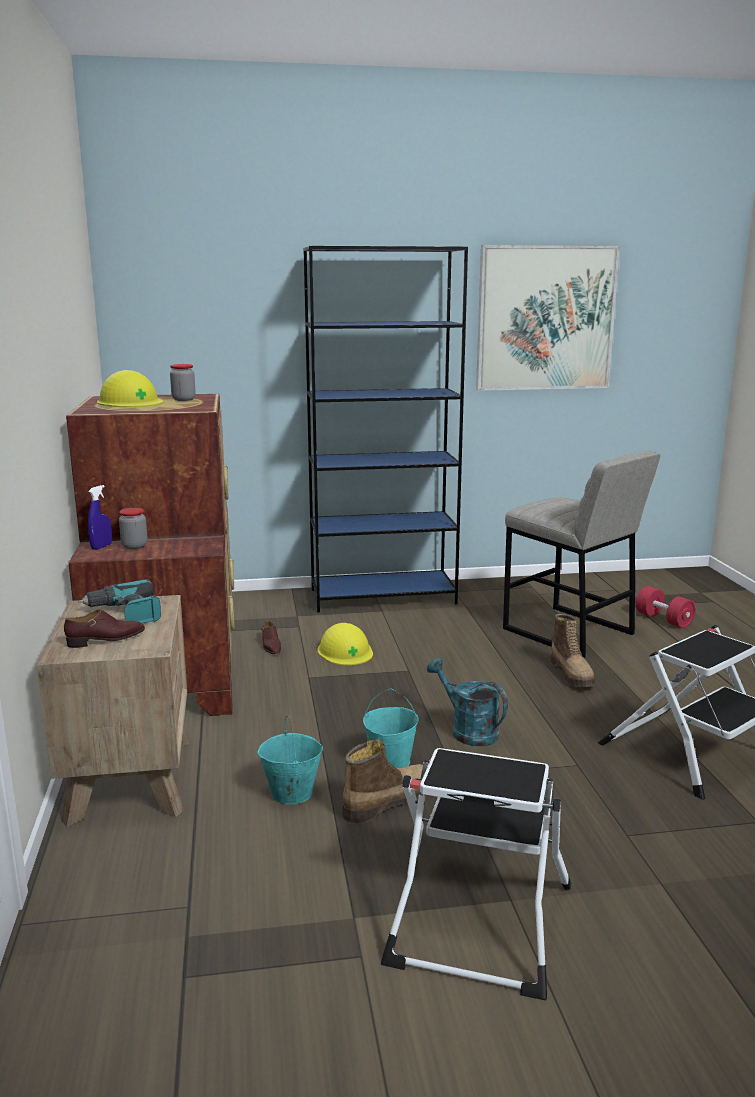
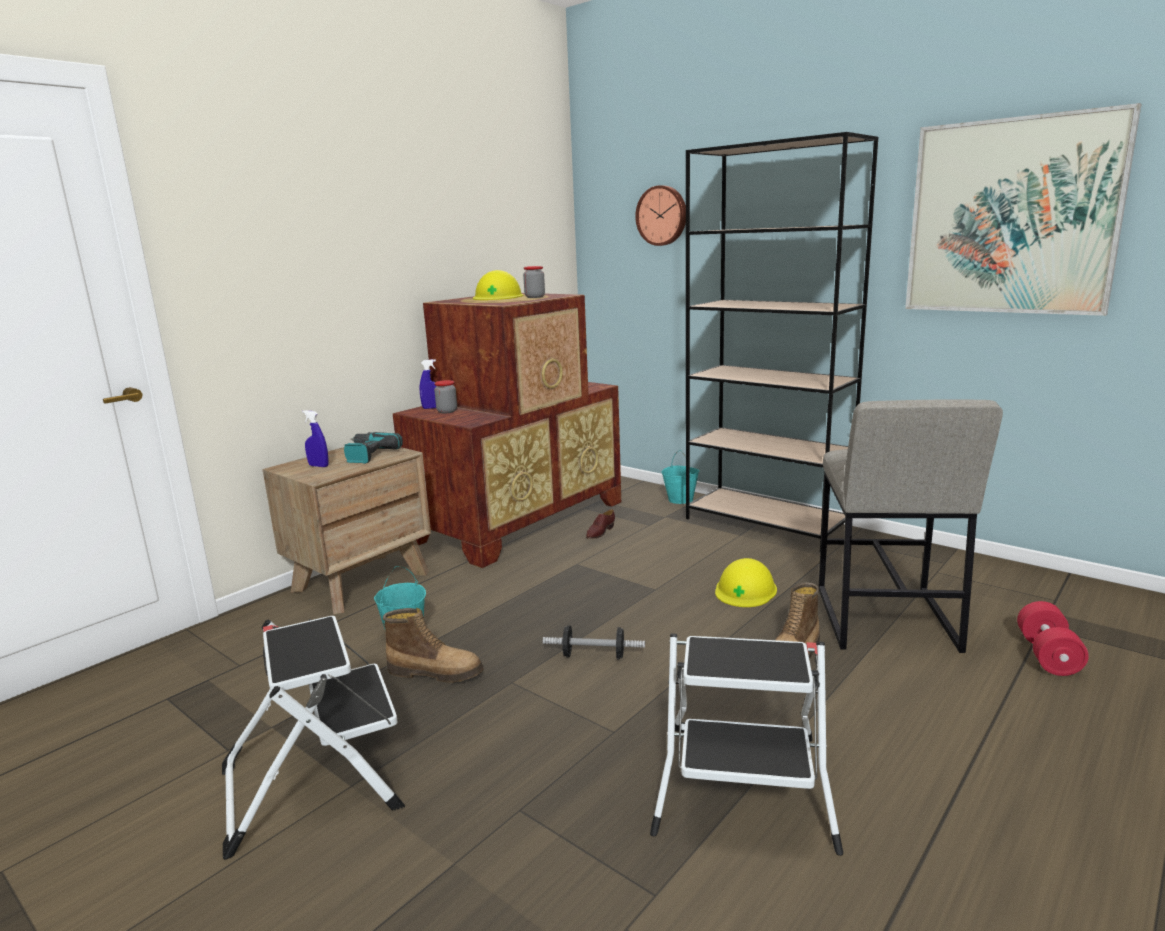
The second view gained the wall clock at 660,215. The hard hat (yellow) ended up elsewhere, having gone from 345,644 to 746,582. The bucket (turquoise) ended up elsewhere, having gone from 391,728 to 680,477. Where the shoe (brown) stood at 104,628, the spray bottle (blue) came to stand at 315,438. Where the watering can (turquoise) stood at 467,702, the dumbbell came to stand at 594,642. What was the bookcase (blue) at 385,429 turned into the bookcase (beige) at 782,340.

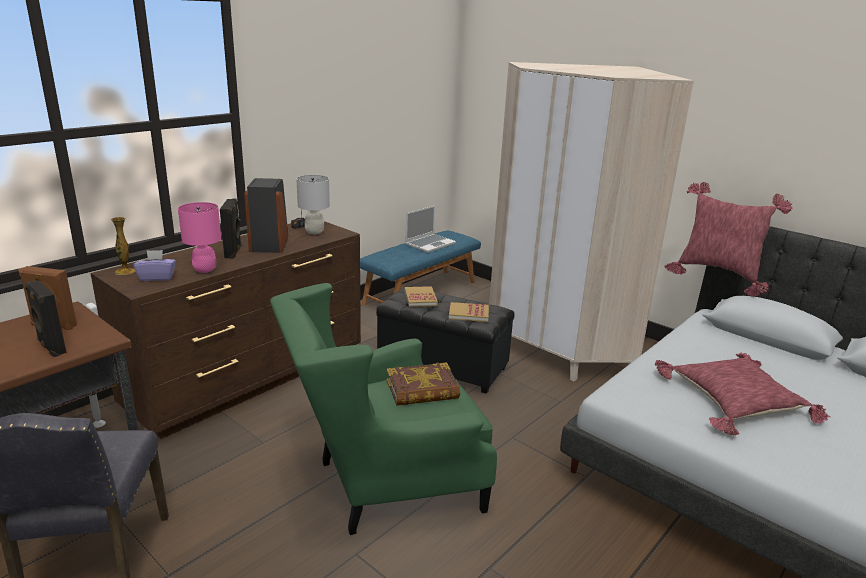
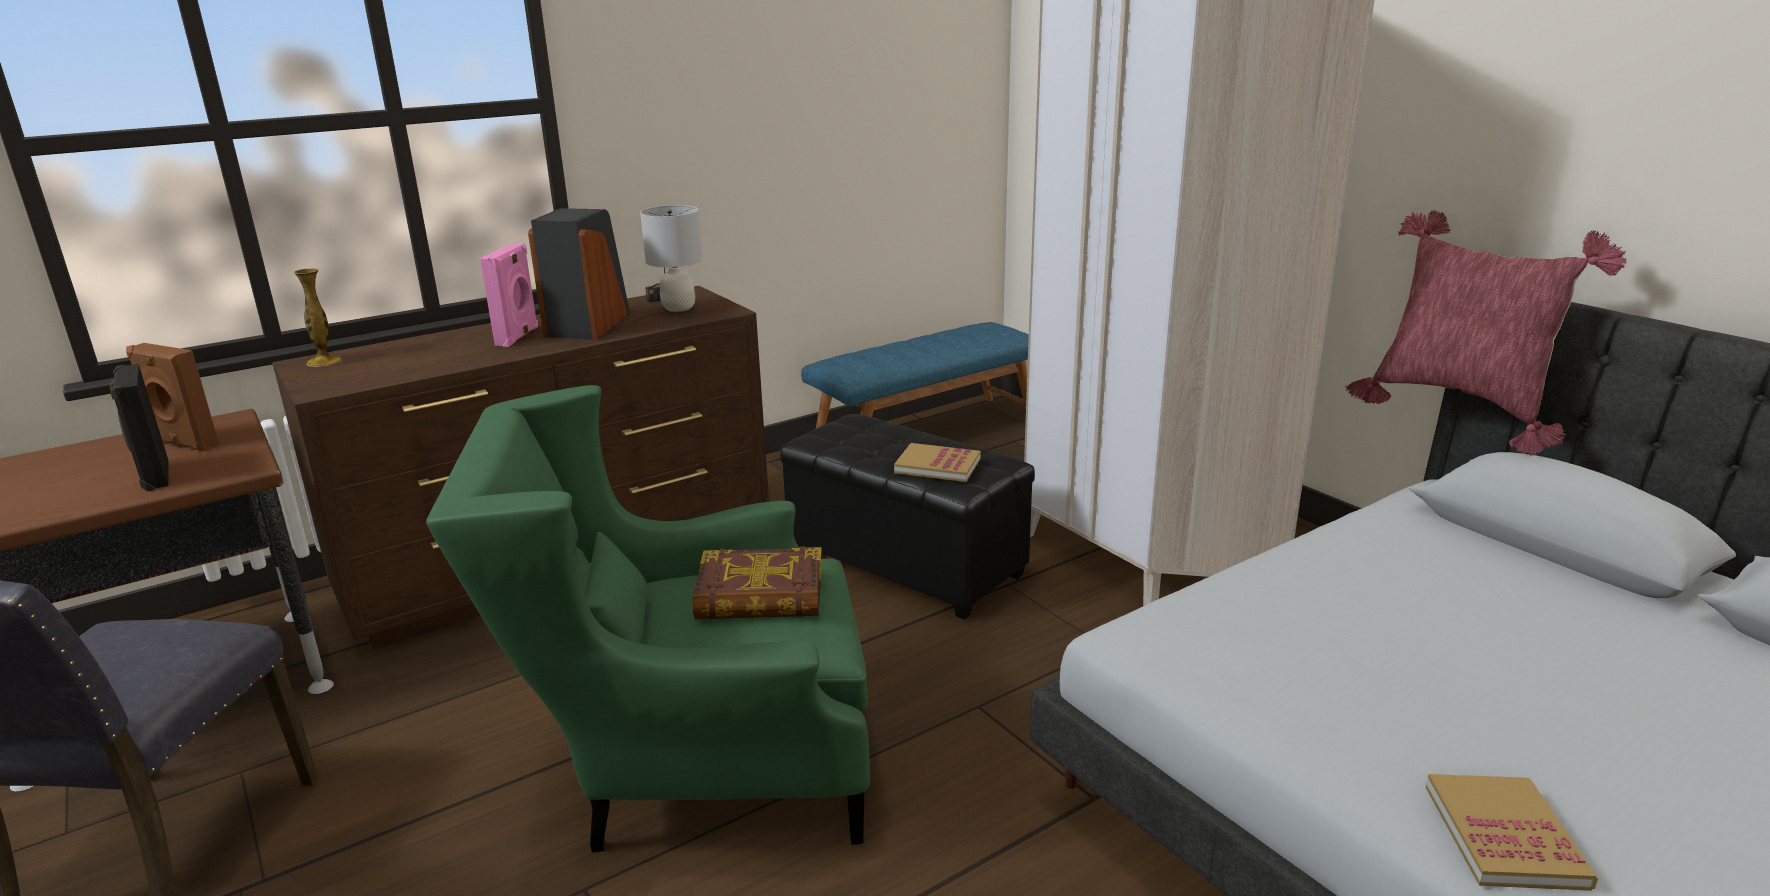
The second view lost the tissue box (purple) at 154,265. The second view lost the table lamp (pink) at 199,237. The second view lost the laptop at 430,229. The second view lost the pillow (red) at 742,394. The book ended up elsewhere, having gone from 421,296 to 1512,832. What was the speaker (black) at 231,229 turned into the speaker (pink) at 509,295.

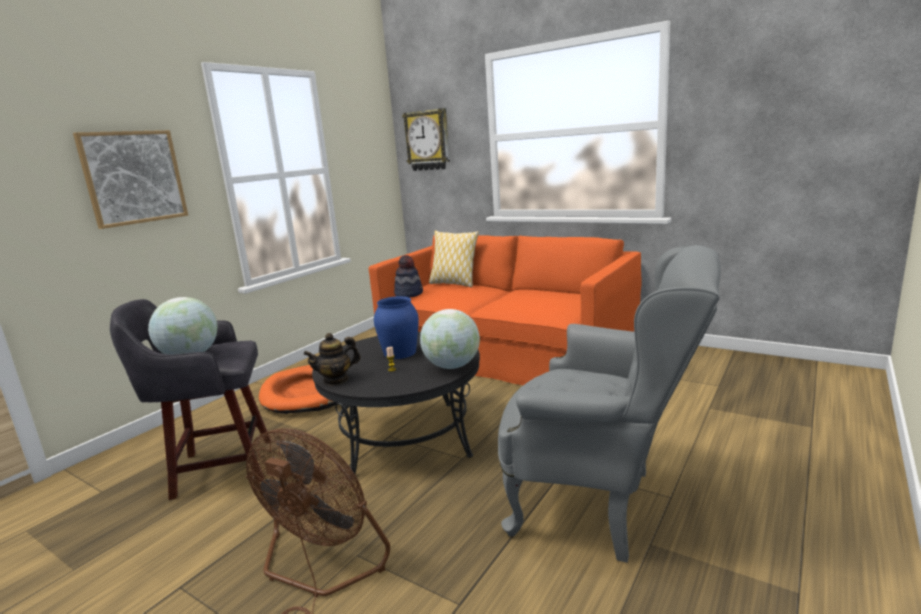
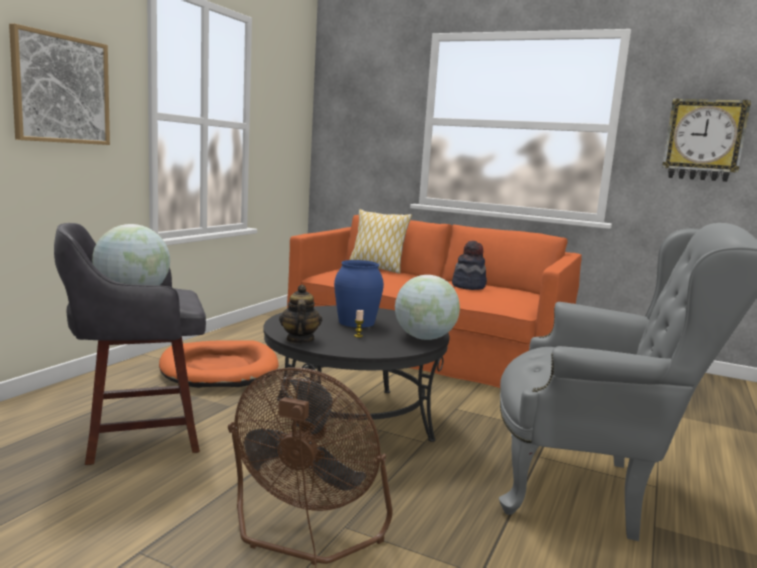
The hat ended up elsewhere, having gone from 408,276 to 469,265. The wall clock ended up elsewhere, having gone from 426,139 to 706,140. The teapot at 332,359 ended up facing another way, 120 degrees clockwise from before.

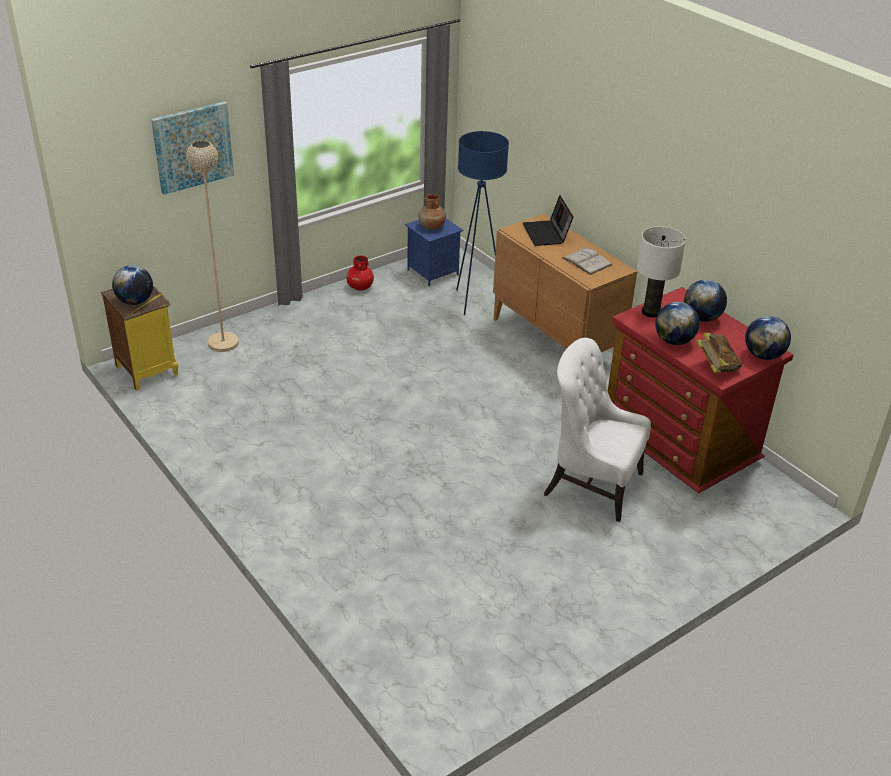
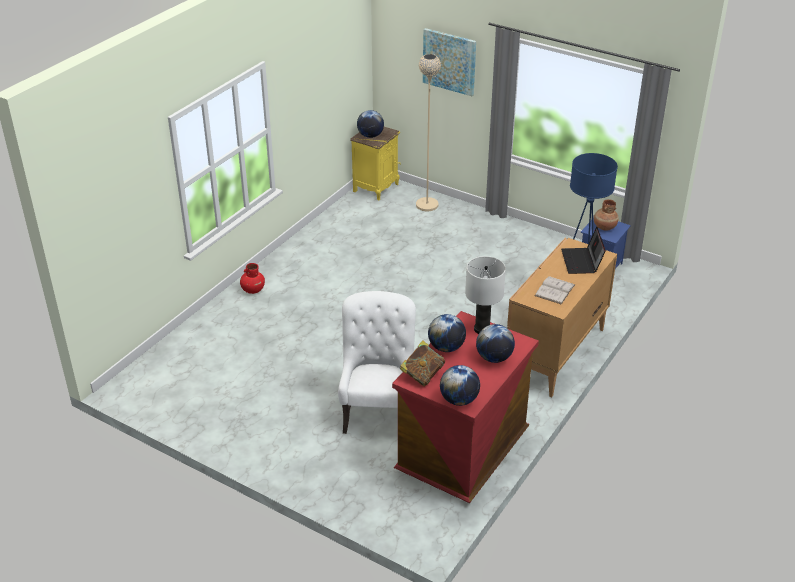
The vase (red) ended up elsewhere, having gone from 360,272 to 252,278. The laptop at 548,220 ended up facing another way, 60 degrees counterclockwise from before.

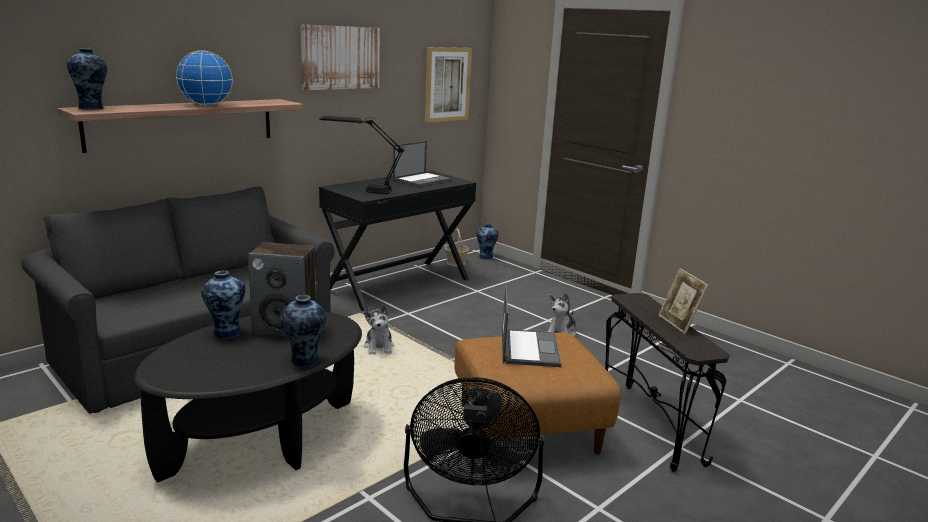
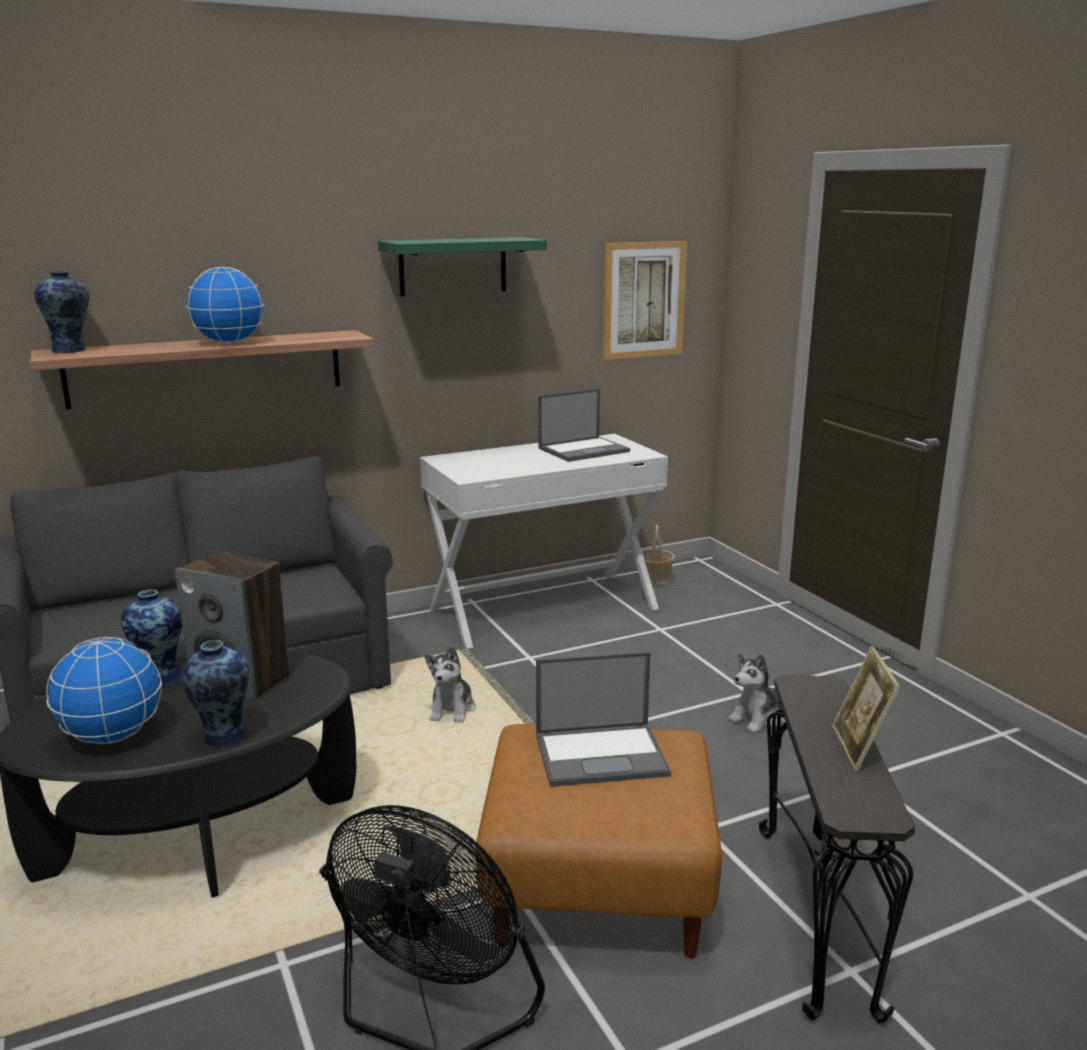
The second view lost the table lamp (black) at 362,155. The second view lost the vase at 487,241. The second view gained the globe at 104,690. Where the picture hung at 340,57, the shelf (green) came to hang at 462,266. What was the console table (black) at 397,241 turned into the console table (white) at 544,541. The laptop at 531,326 ended up facing another way, 60 degrees clockwise from before.

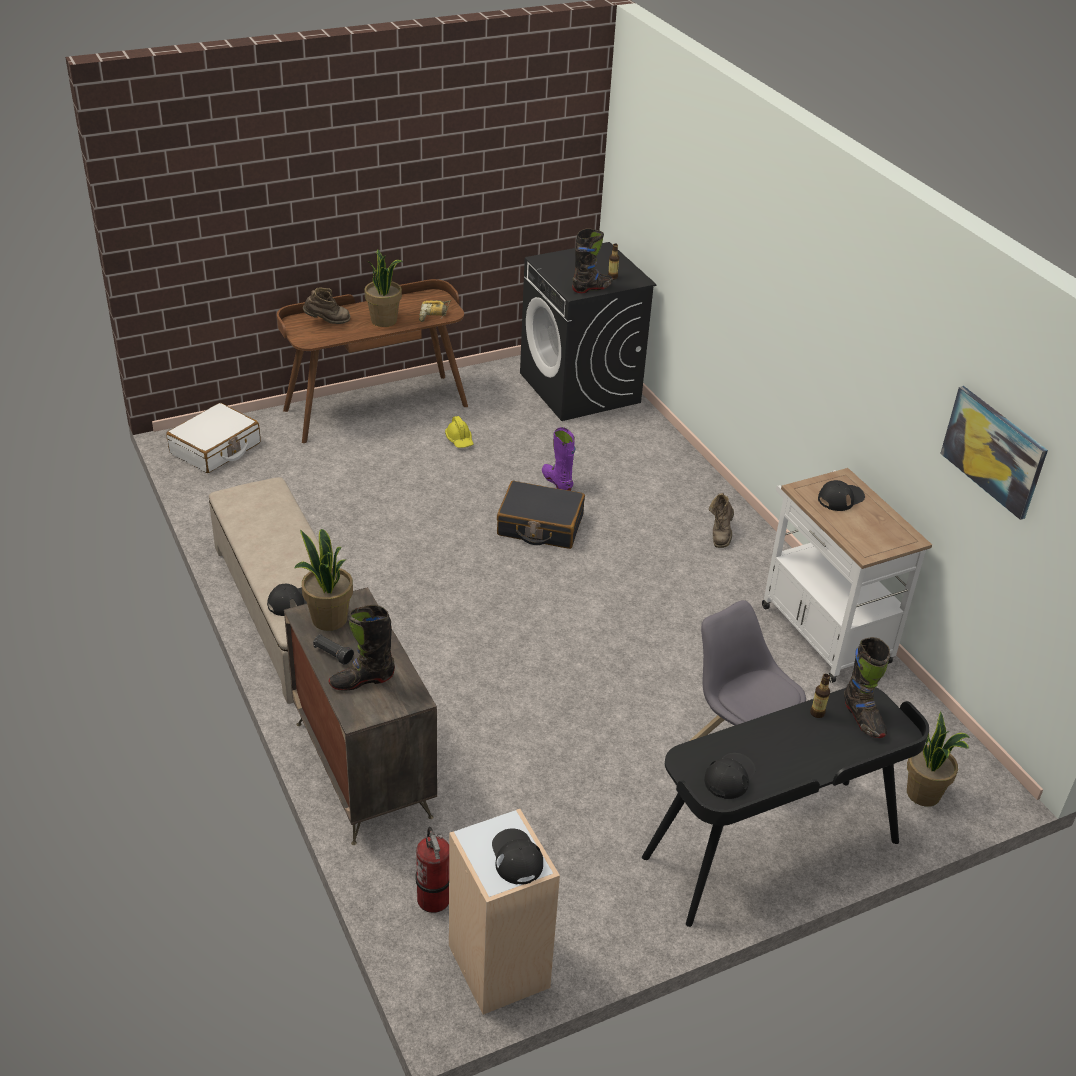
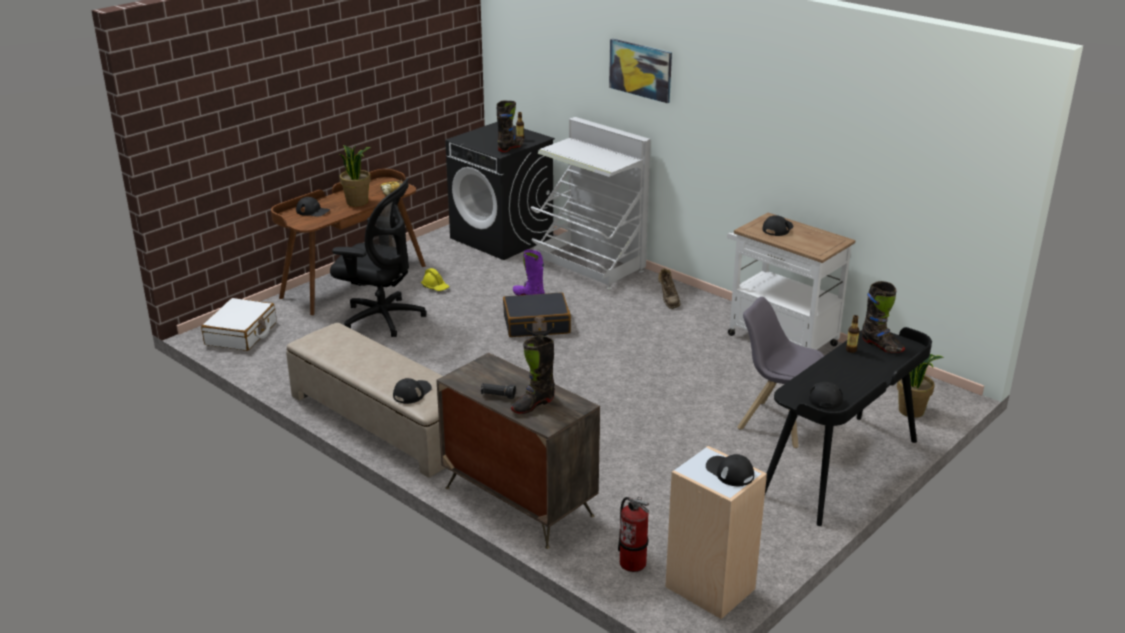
The second view lost the potted plant at 323,580. The second view gained the office chair (black) at 378,257. The second view gained the shoe rack (white) at 591,203. The picture ended up elsewhere, having gone from 994,453 to 640,71. Where the boot (brown) stood at 326,305, the cap (black) came to stand at 313,207.

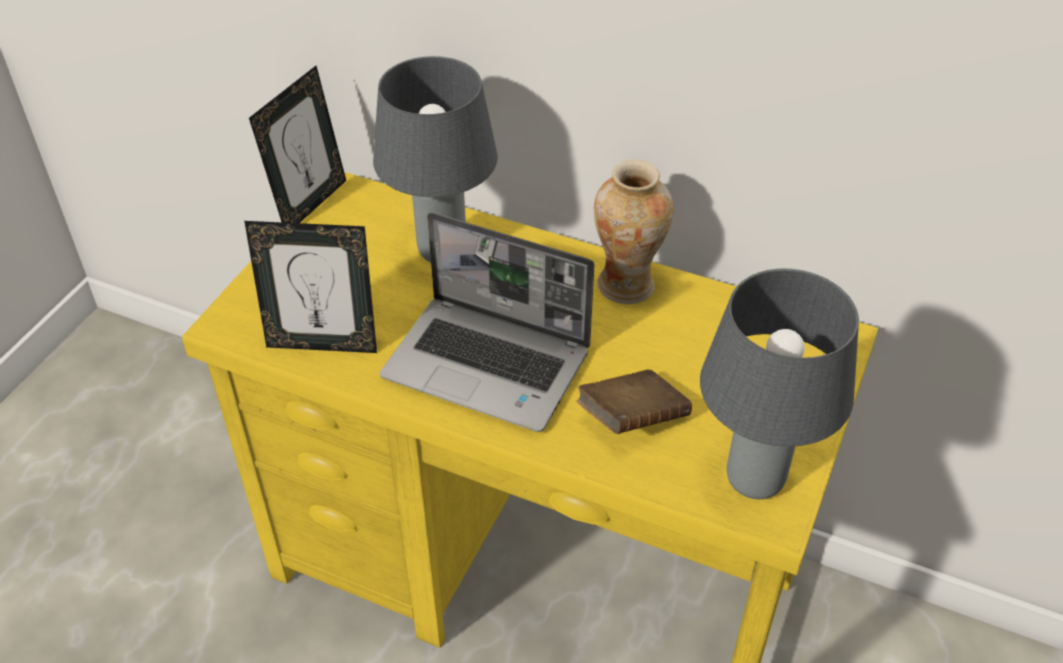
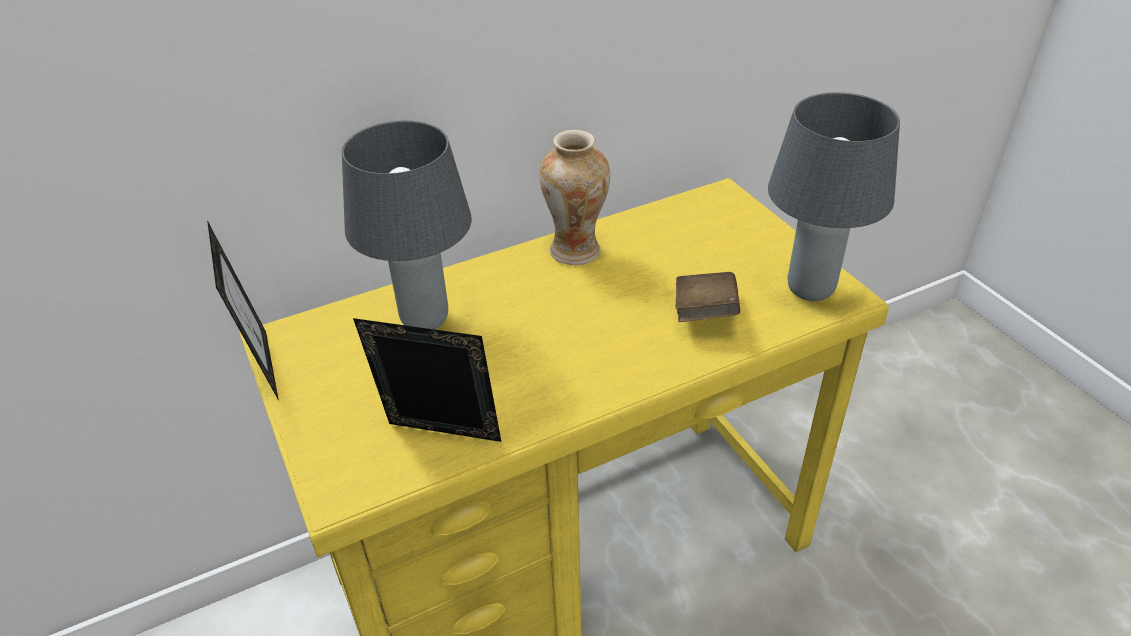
The second view lost the laptop at 487,322. The picture frame at 310,287 ended up facing another way, 120 degrees counterclockwise from before.

